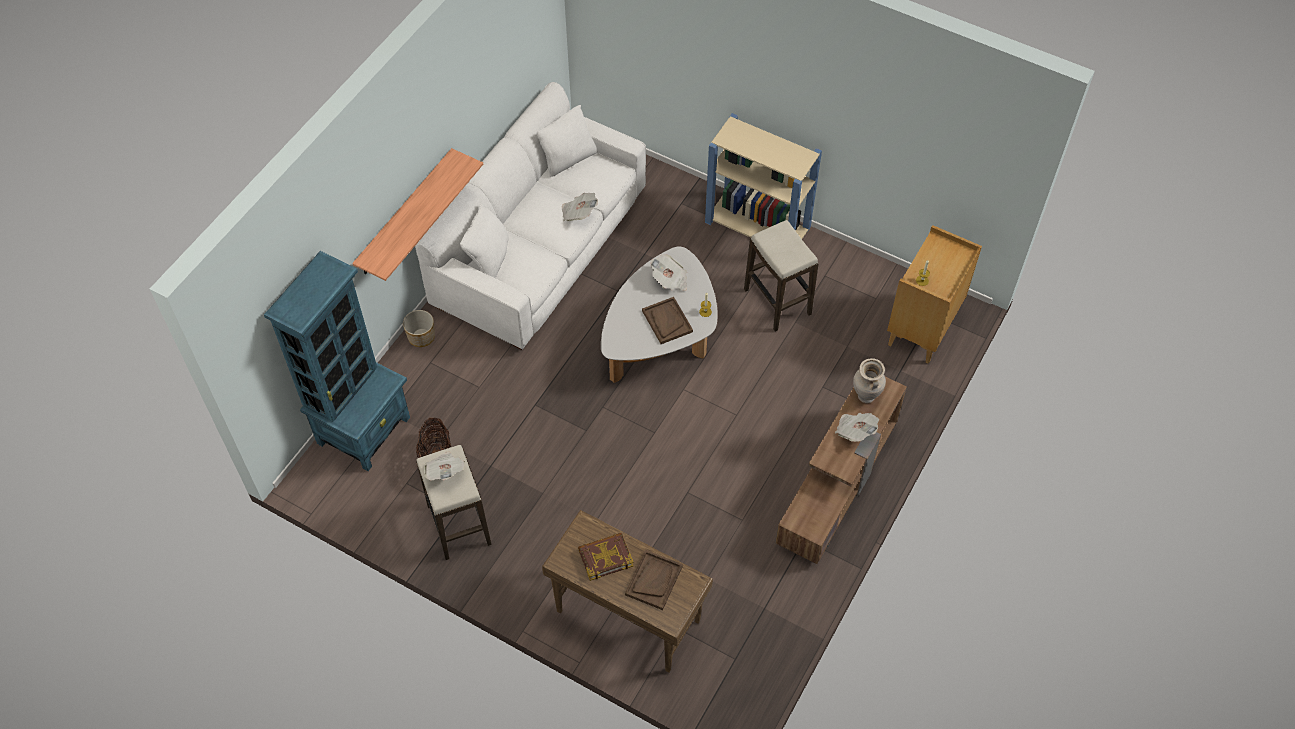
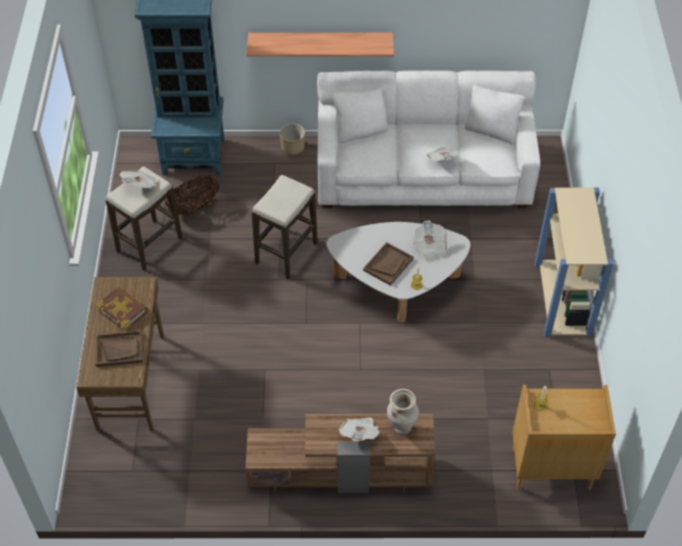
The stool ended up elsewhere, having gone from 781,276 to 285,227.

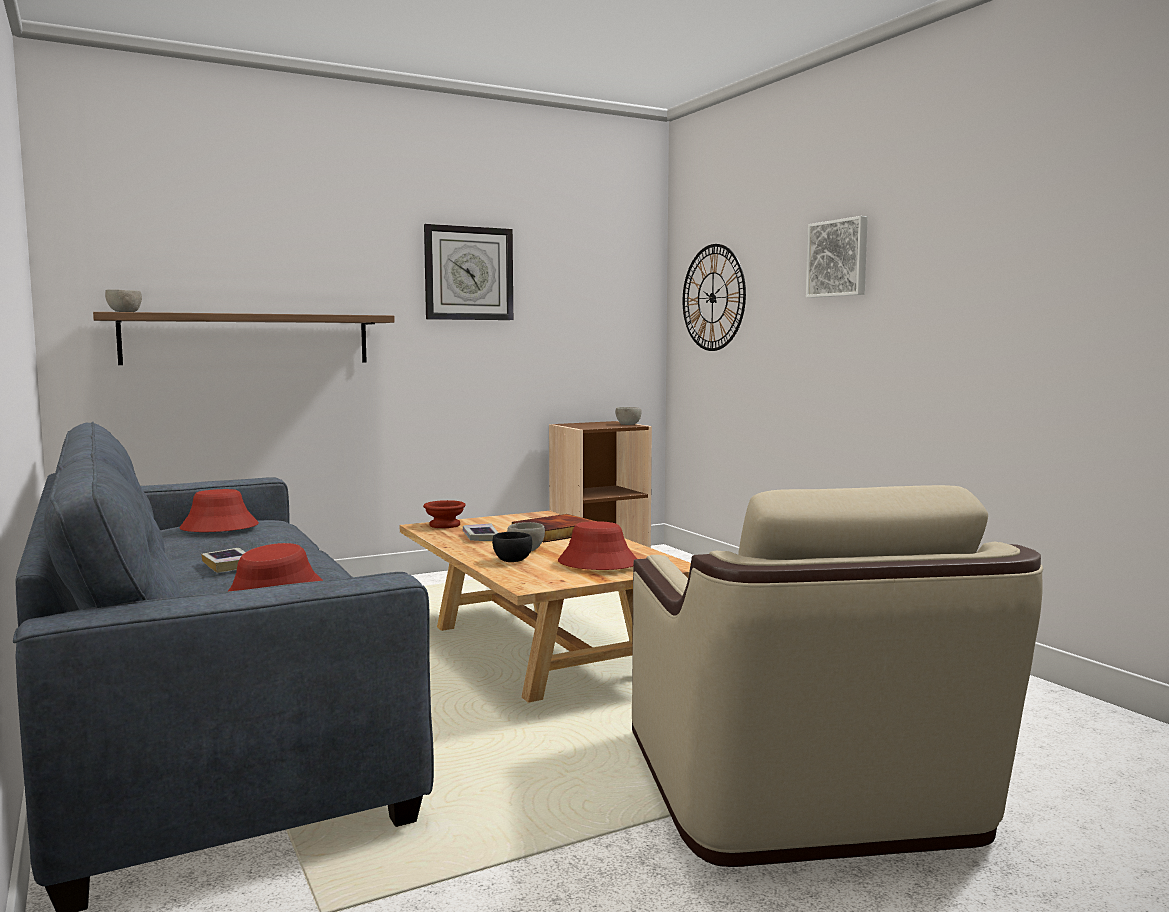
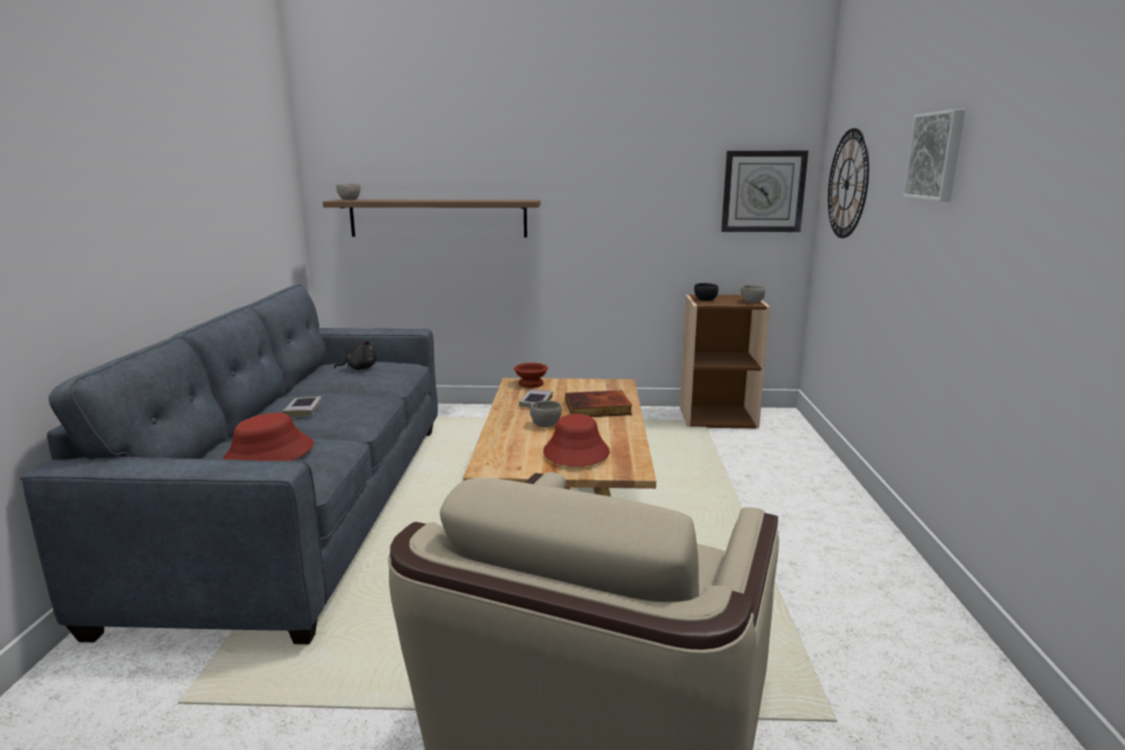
The wall clock ended up elsewhere, having gone from 468,272 to 764,191. The bowl (black) ended up elsewhere, having gone from 512,547 to 706,292. Where the hat (red) stood at 219,510, the plush toy (black) came to stand at 355,355.

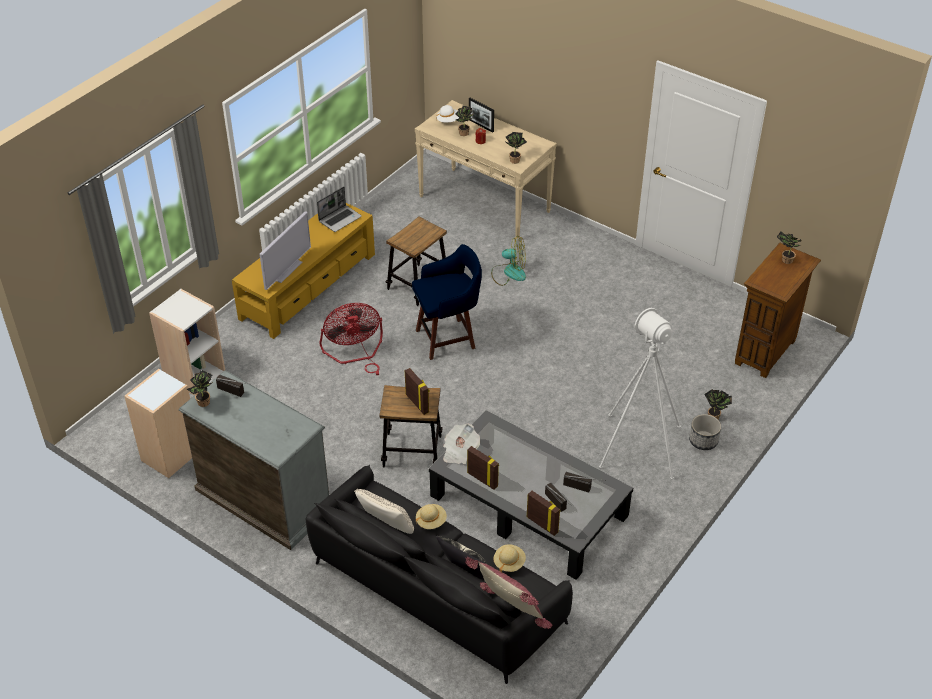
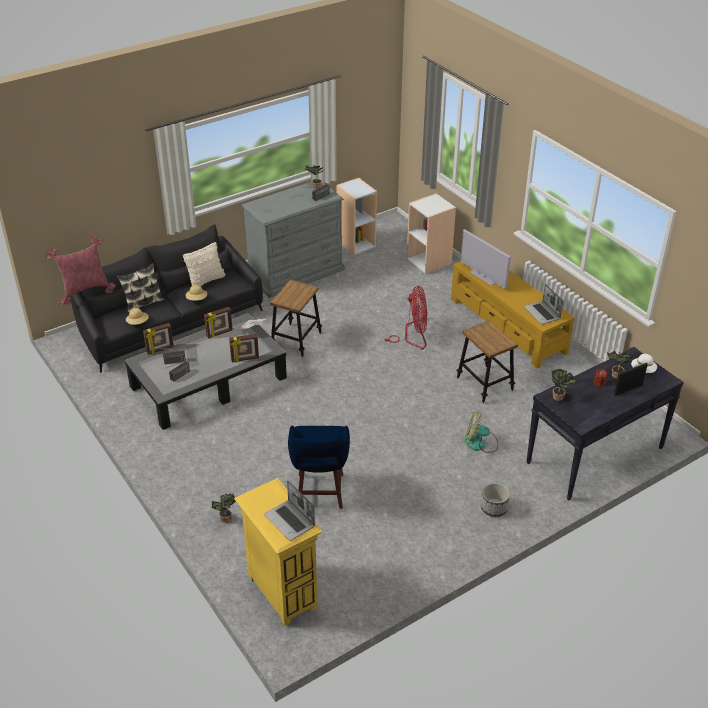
The second view lost the floor lamp (white) at 639,393. The picture frame ended up elsewhere, having gone from 417,391 to 244,348. The stool (blue) ended up elsewhere, having gone from 447,302 to 319,467. The planter ended up elsewhere, having gone from 705,432 to 495,500. Where the potted plant stood at 789,247, the laptop came to stand at 289,510. What was the console table (beige) at 486,170 turned into the console table (black) at 605,423. What was the cabinet (brown) at 778,310 turned into the cabinet (yellow) at 278,552. The fan at 508,261 ended up facing another way, 75 degrees clockwise from before.

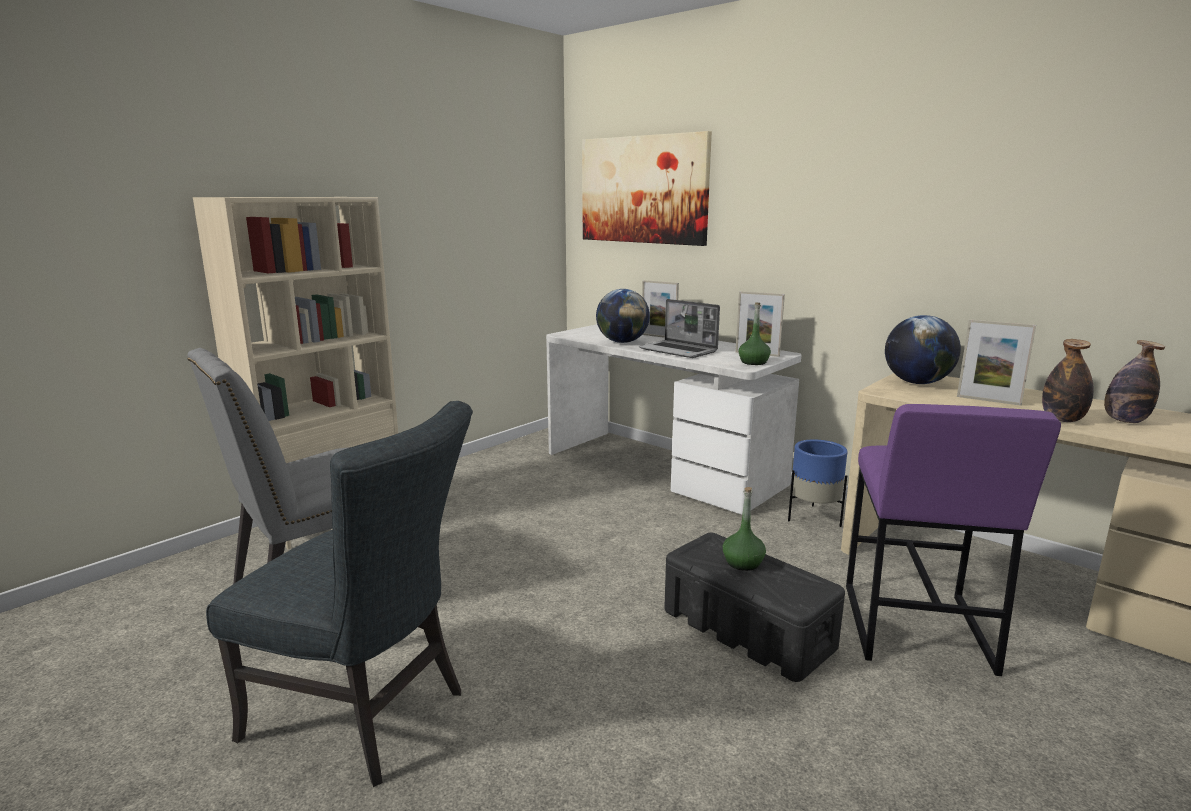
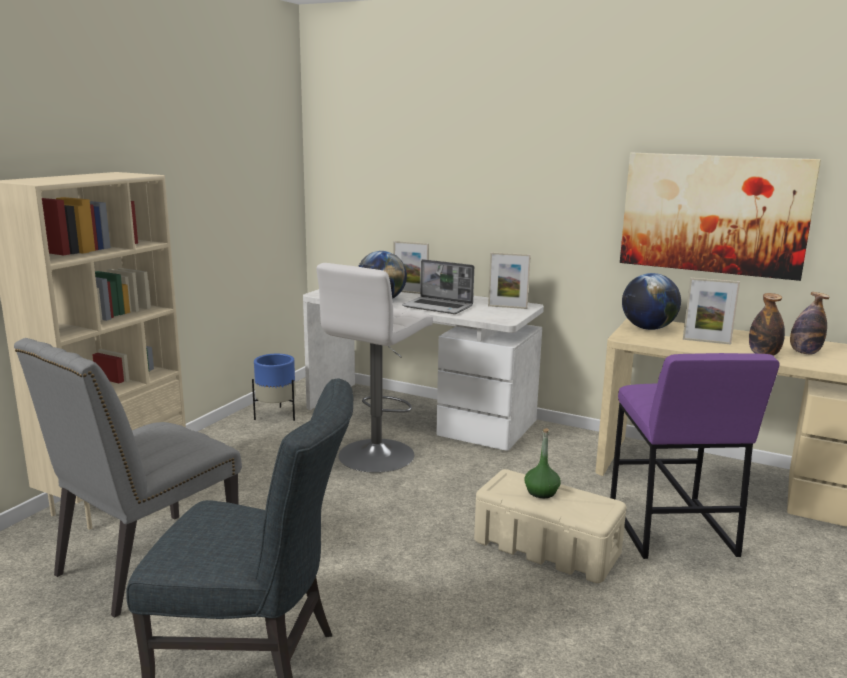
The second view lost the bottle (green) at 754,333. The second view gained the stool (white) at 374,368. The picture ended up elsewhere, having gone from 647,188 to 720,217. The planter (blue) ended up elsewhere, having gone from 818,483 to 274,387. What was the storage box (black) at 754,607 turned into the storage box (beige) at 550,526.

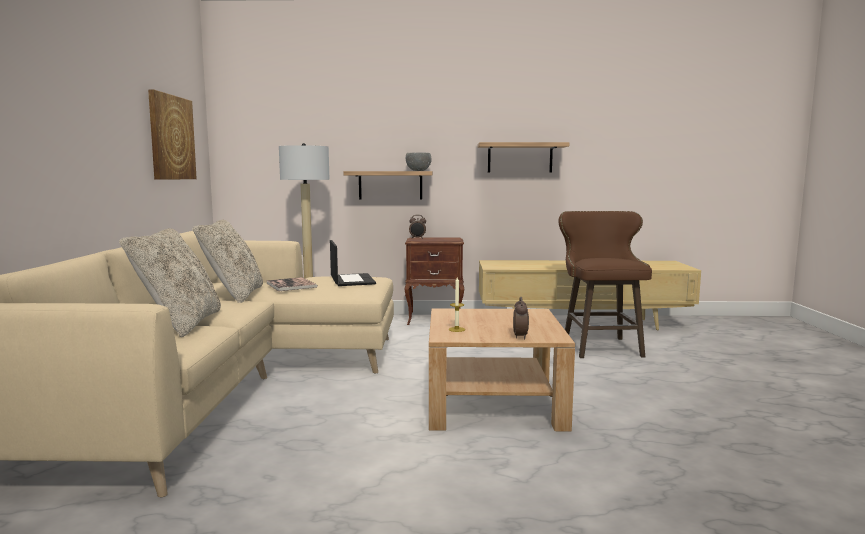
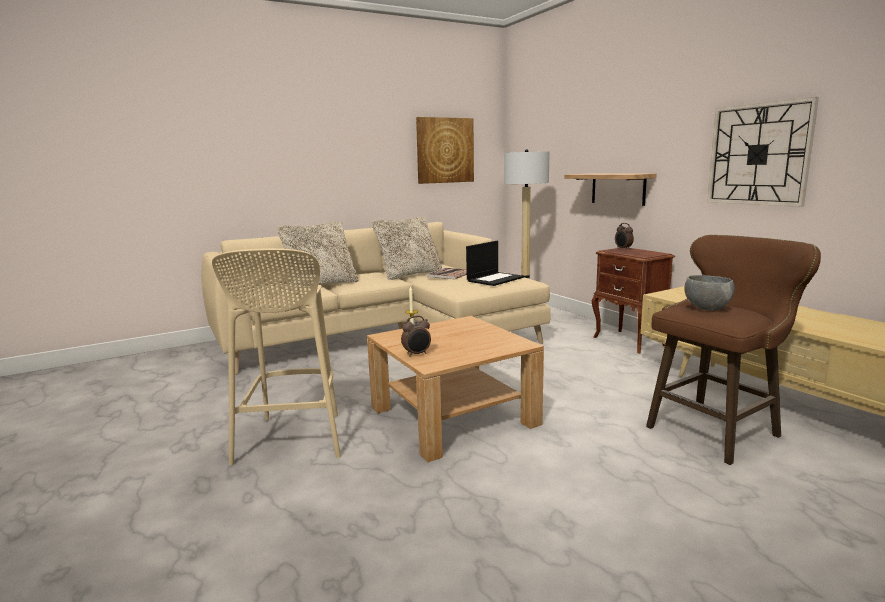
The second view gained the stool (beige) at 276,356. The bowl (grey) ended up elsewhere, having gone from 419,161 to 709,292. Where the shelf hung at 523,157, the wall clock came to hang at 763,152.

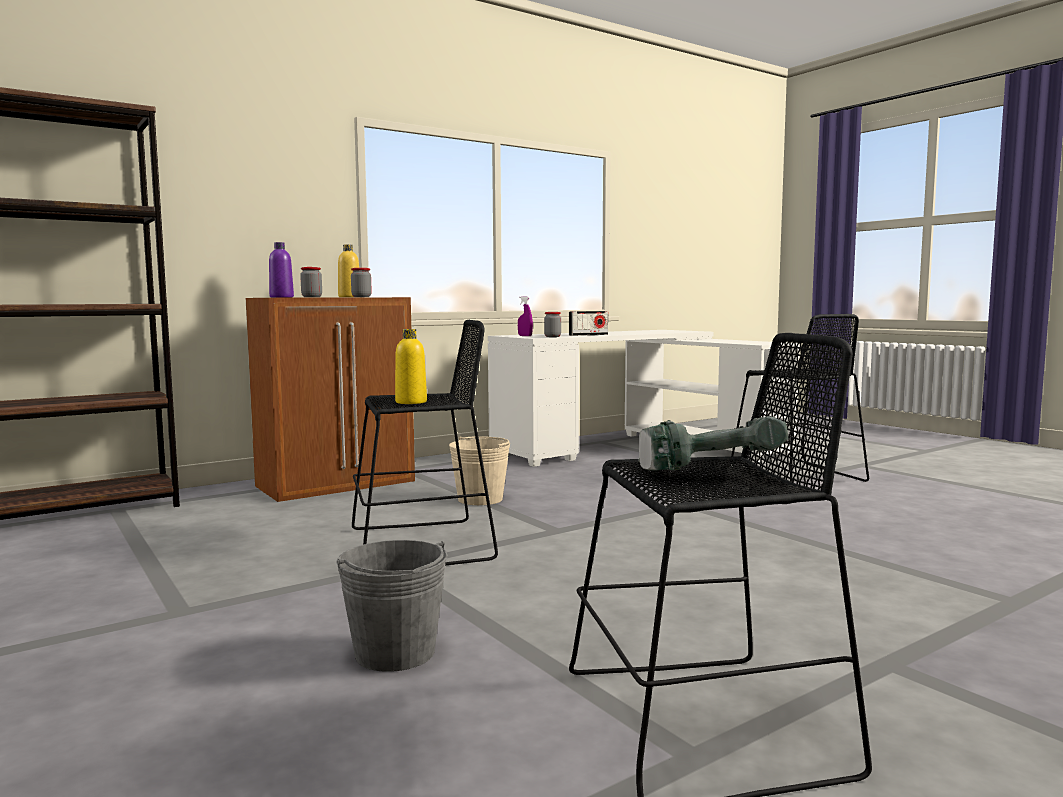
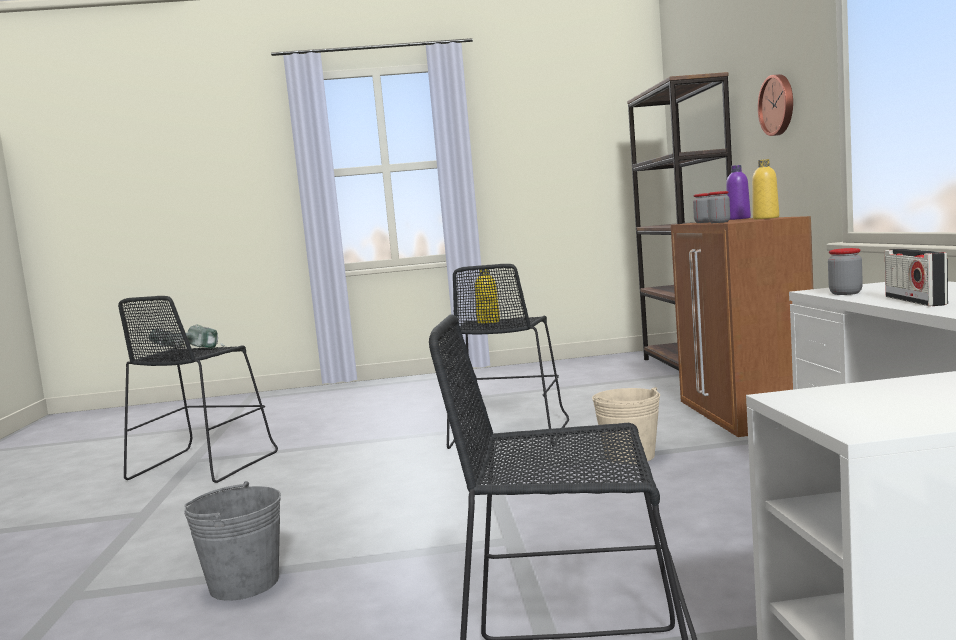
The second view lost the spray bottle (purple) at 525,316. The second view gained the wall clock at 775,105. The bucket (grey) ended up elsewhere, having gone from 392,606 to 232,541.

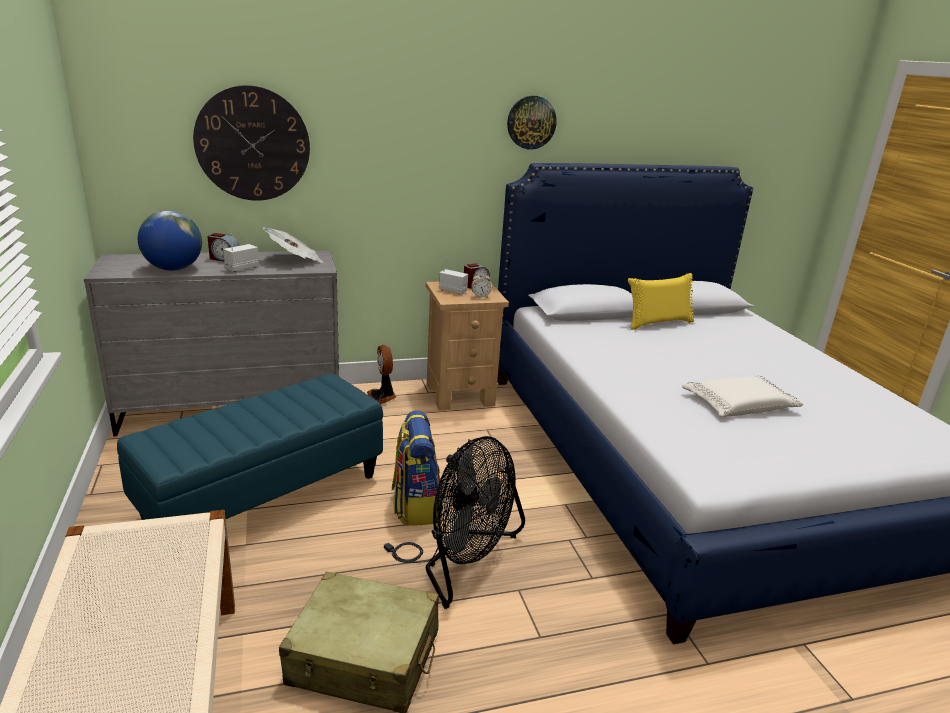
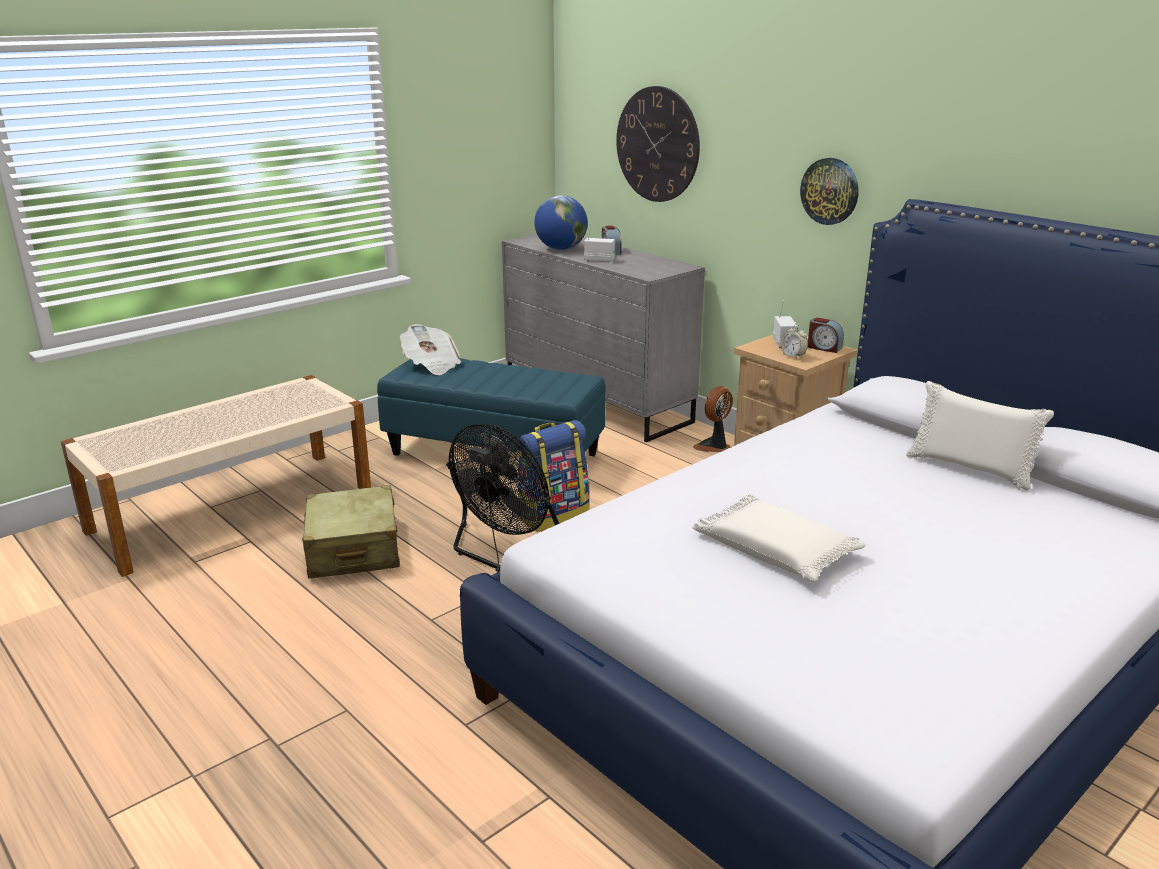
The newspaper ended up elsewhere, having gone from 293,245 to 430,349. The wall clock ended up elsewhere, having gone from 532,122 to 829,191. What was the pillow (yellow) at 661,301 turned into the pillow (white) at 980,436. The fan (black) at 454,522 ended up facing another way, 150 degrees counterclockwise from before.

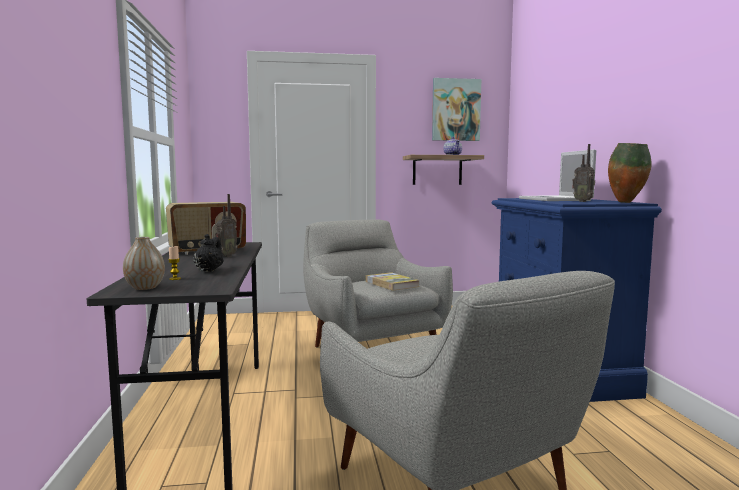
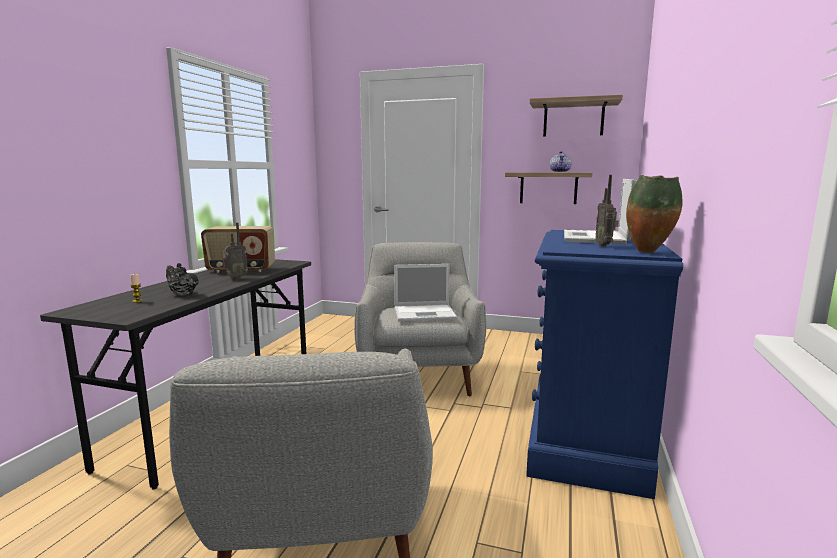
The second view lost the vase at 144,263. Where the book stood at 392,281, the laptop came to stand at 425,292. Where the picture hung at 456,109, the shelf came to hang at 576,115. The teapot (black) at 208,253 ended up facing another way, 90 degrees counterclockwise from before.

